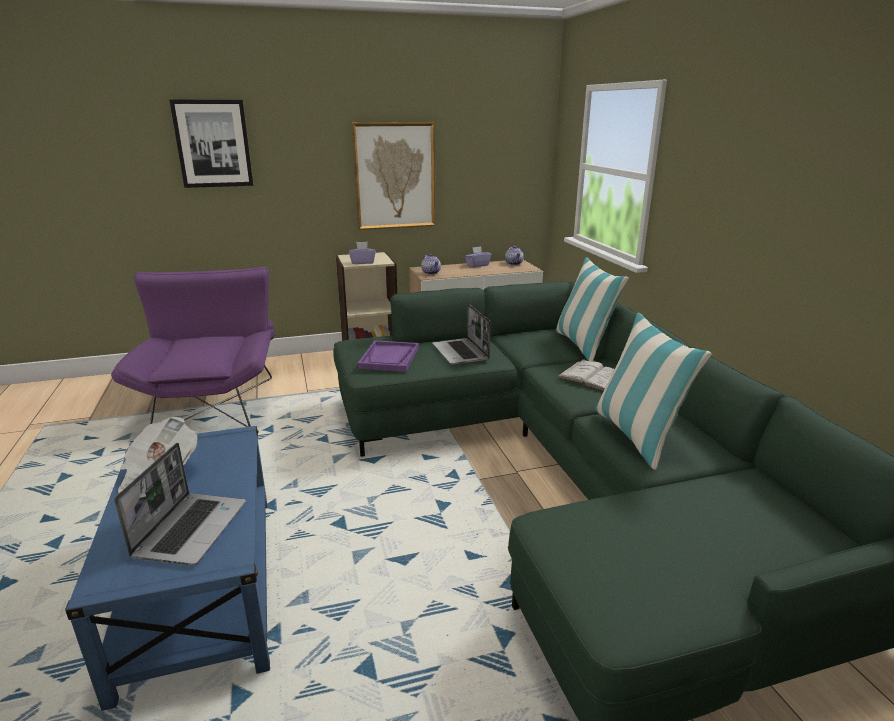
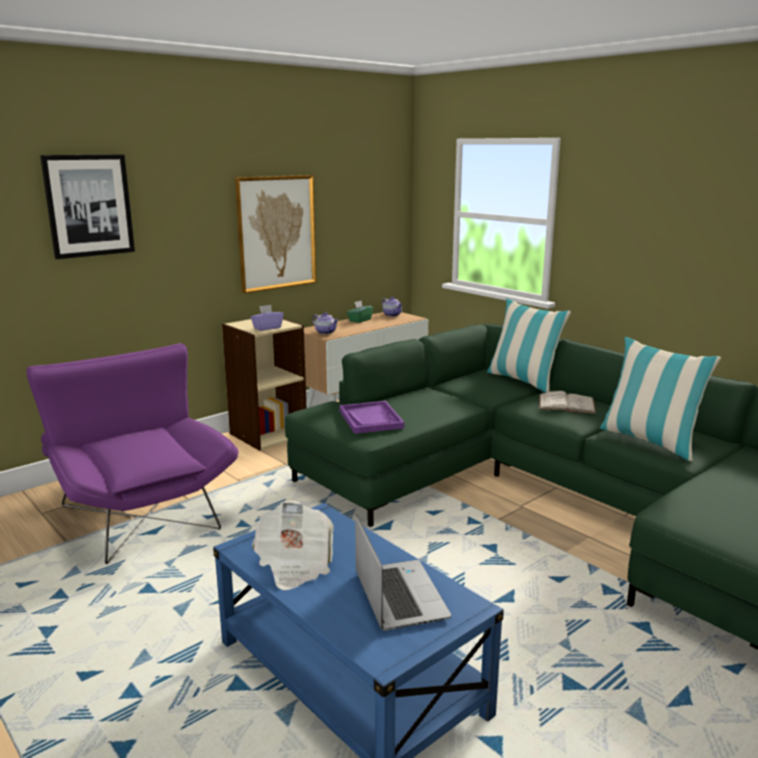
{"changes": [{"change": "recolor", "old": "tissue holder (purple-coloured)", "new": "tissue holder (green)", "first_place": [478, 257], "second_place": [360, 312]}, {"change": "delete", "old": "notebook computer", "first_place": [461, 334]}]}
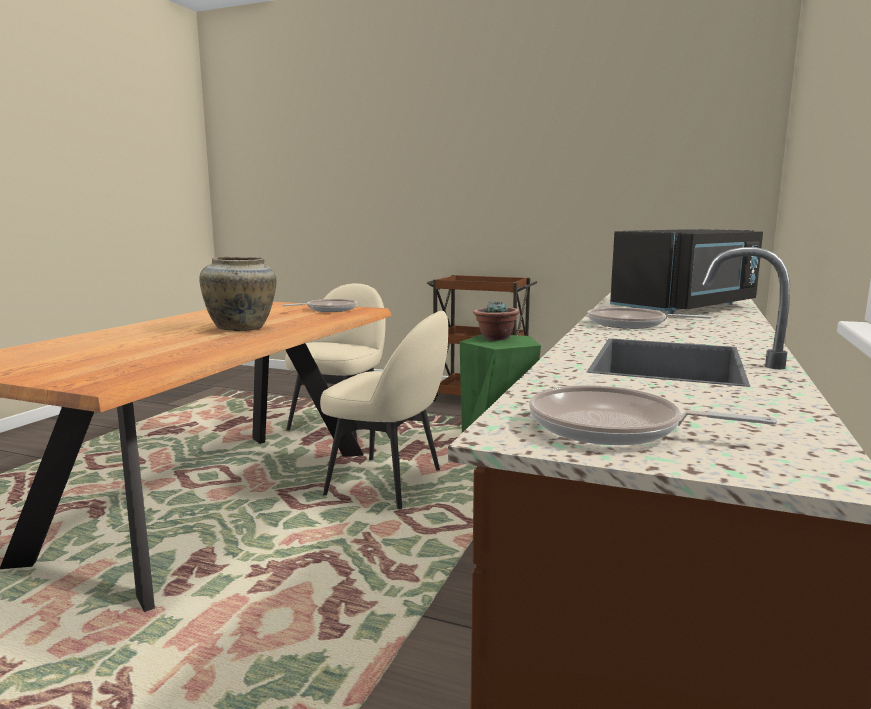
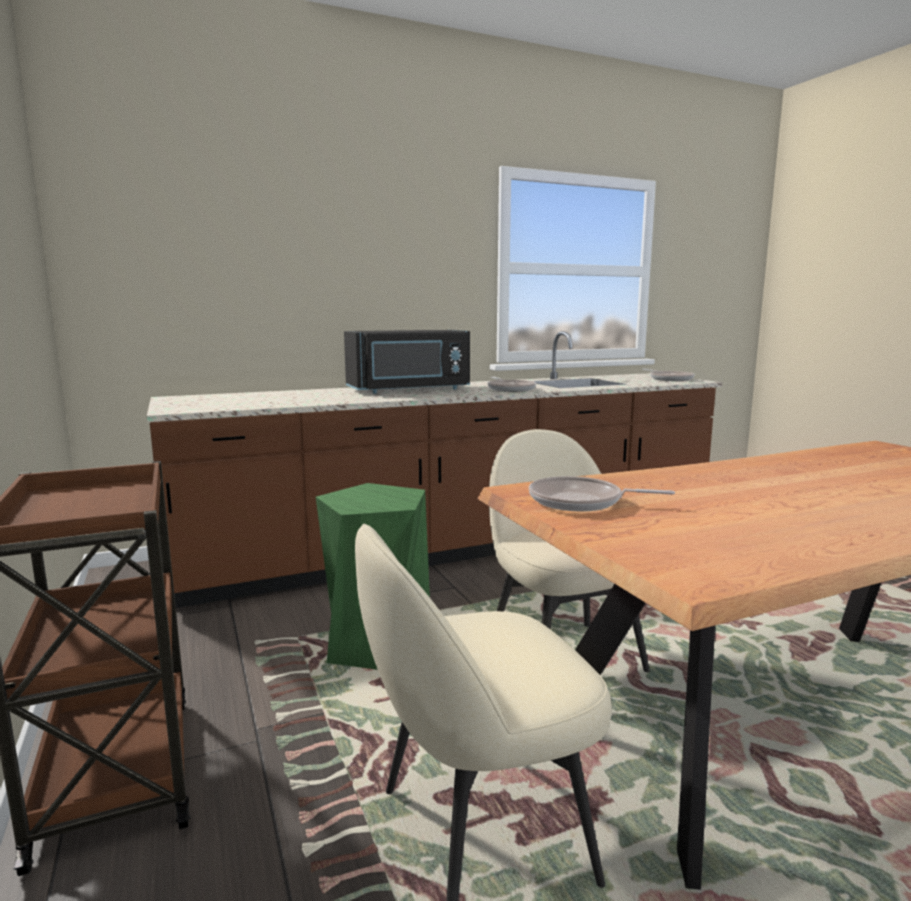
{"changes": [{"change": "rotate", "old": "microwave (black-coloured)", "first_place": [686, 271], "second_place": [407, 362], "degrees": 150}, {"change": "delete", "old": "decorative vase (beige-coloured)", "first_place": [238, 294]}, {"change": "delete", "old": "plant in a pot", "first_place": [496, 321]}]}
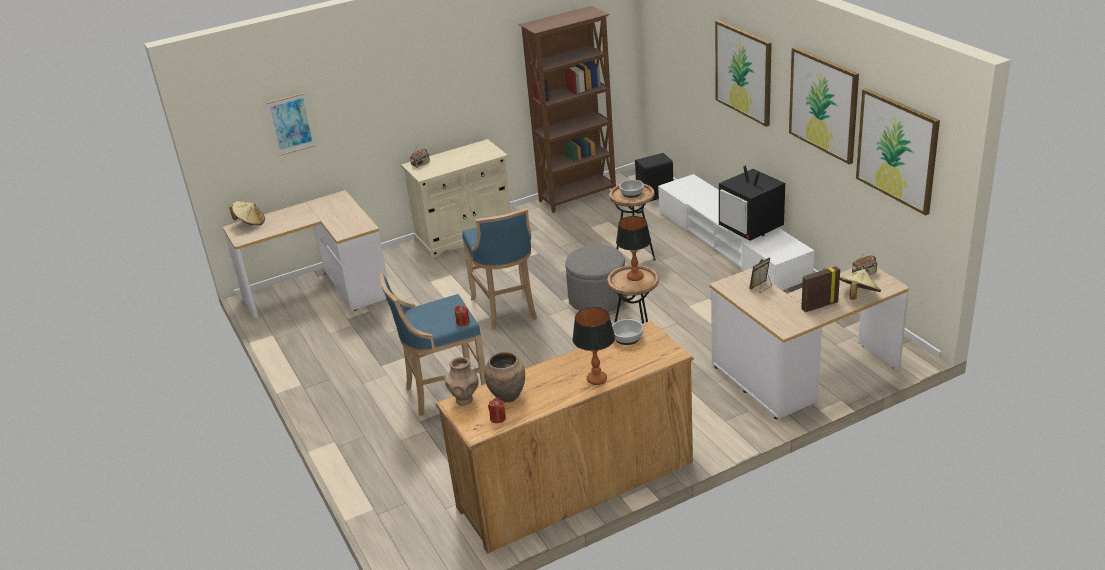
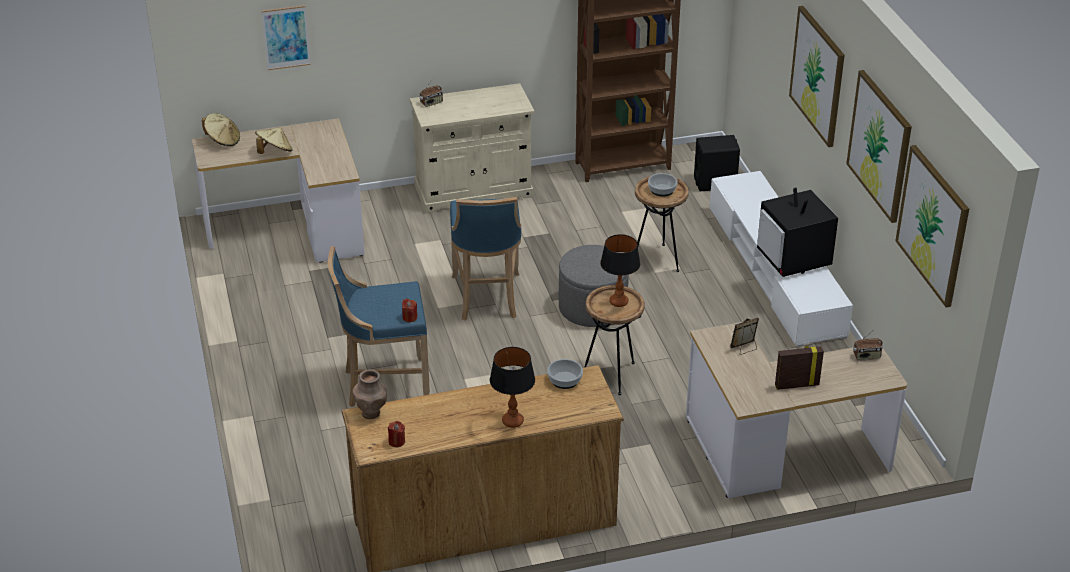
{"changes": [{"change": "move", "old": "wearable hat (beige-coloured)", "first_place": [860, 284], "second_place": [274, 141]}, {"change": "delete", "old": "decorative vase (brown)", "first_place": [504, 377]}]}
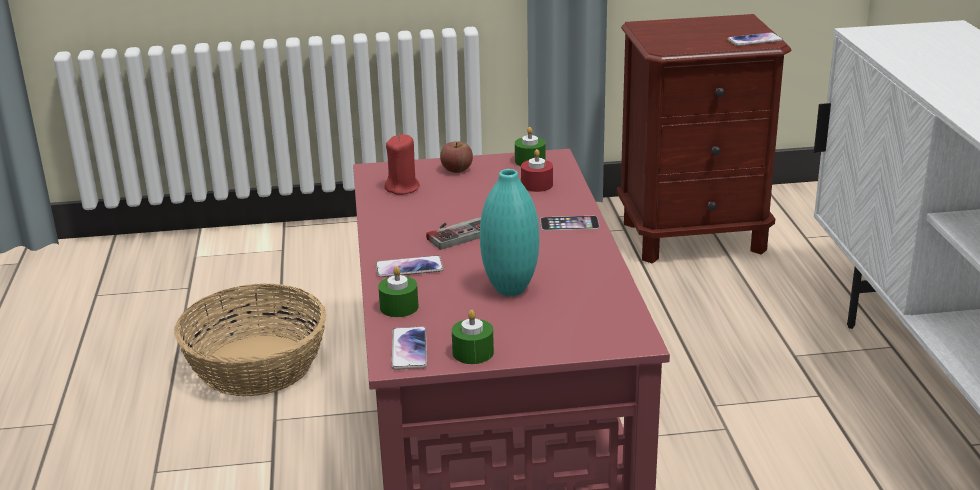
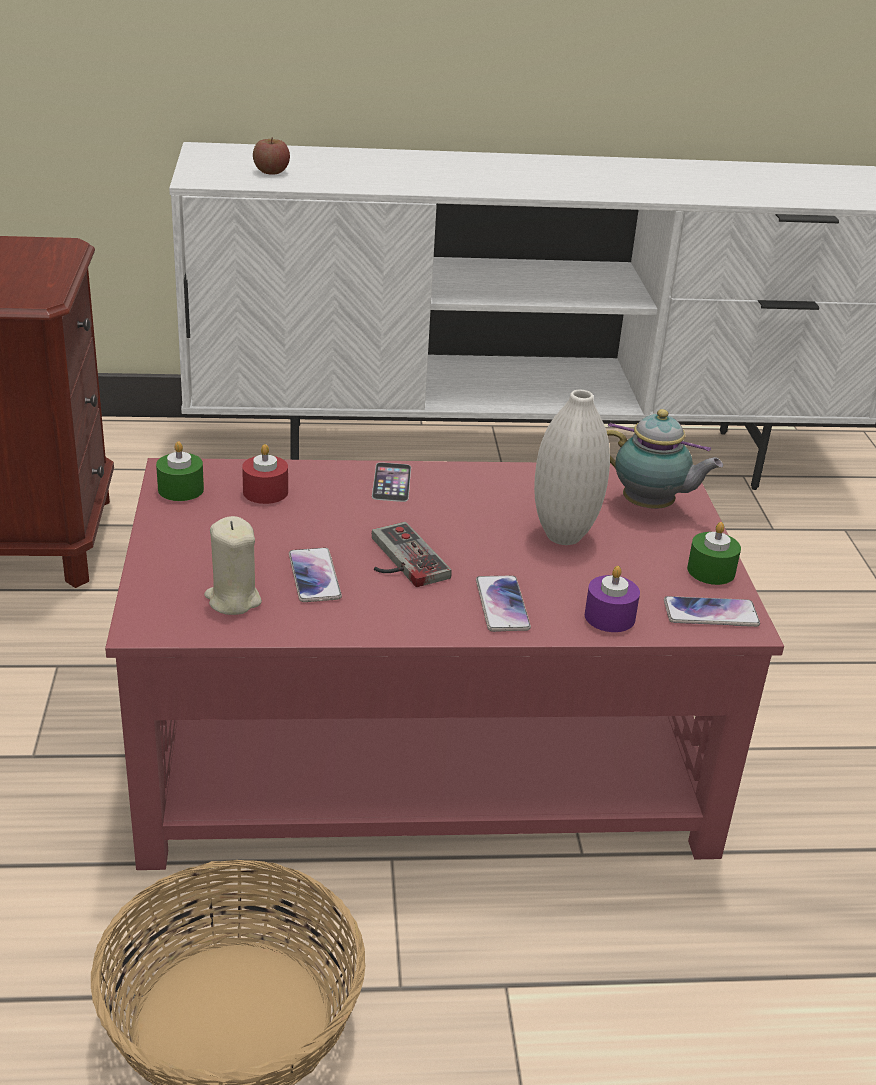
{"changes": [{"change": "move", "old": "telephone", "first_place": [755, 39], "second_place": [315, 575]}, {"change": "recolor", "old": "wax light (red)", "new": "wax light (beige-coloured)", "first_place": [402, 164], "second_place": [233, 565]}, {"change": "move", "old": "whole apple", "first_place": [456, 157], "second_place": [271, 156]}, {"change": "recolor", "old": "decorative vase (blue-green)", "new": "decorative vase (whitish)", "first_place": [509, 232], "second_place": [572, 467]}, {"change": "recolor", "old": "wax light (green)", "new": "wax light (purple-coloured)", "first_place": [398, 291], "second_place": [612, 599]}, {"change": "insert", "new": "pot for tea", "second_place": [665, 459]}]}
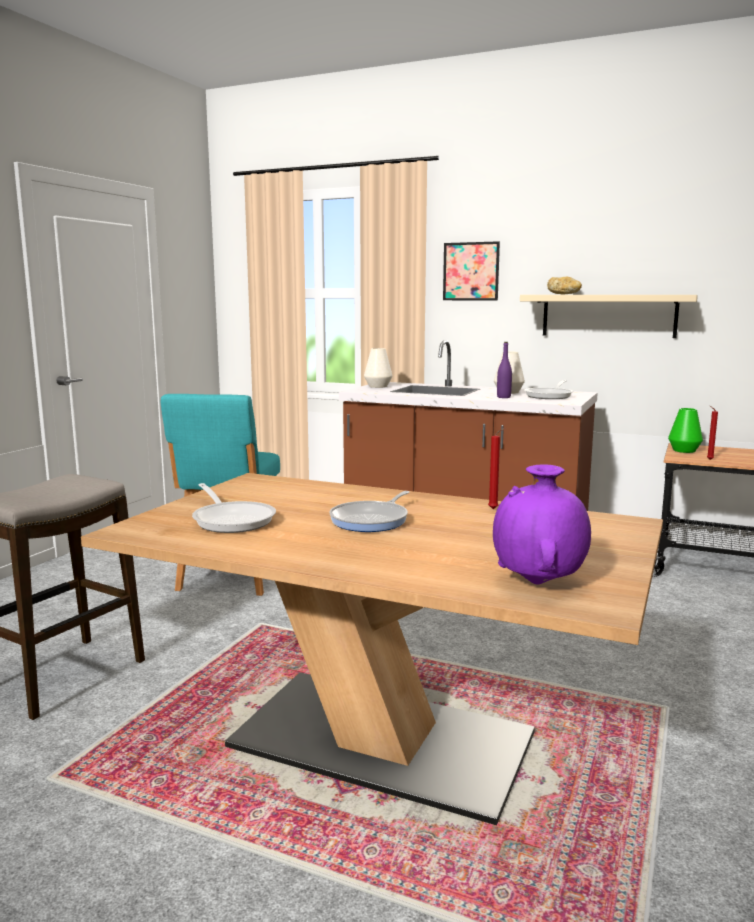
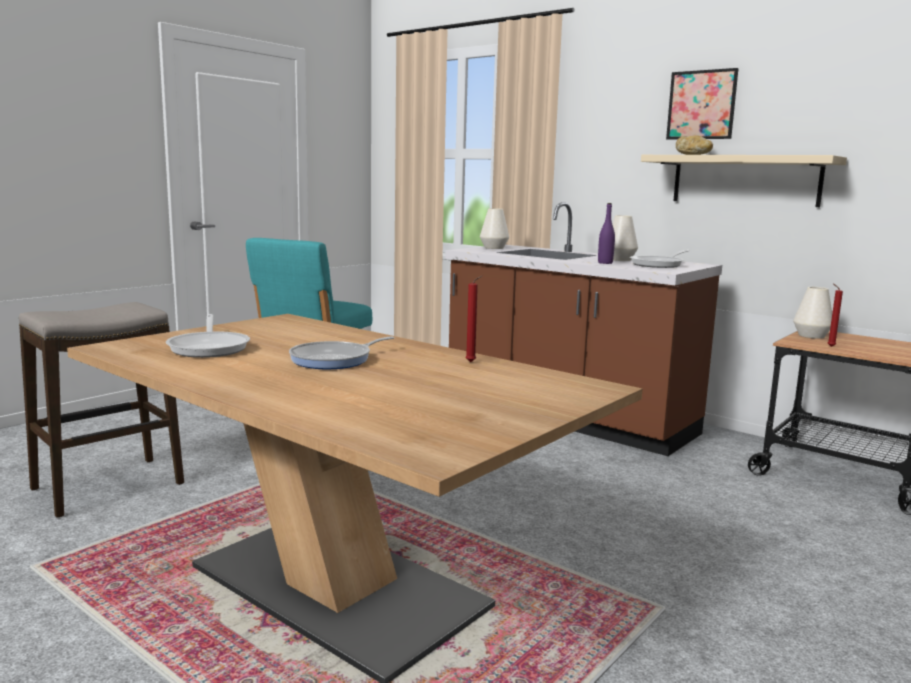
{"changes": [{"change": "move", "old": "picture", "first_place": [471, 270], "second_place": [702, 103]}, {"change": "recolor", "old": "decorative vase (green)", "new": "decorative vase (whitish)", "first_place": [685, 430], "second_place": [812, 313]}, {"change": "delete", "old": "decorative vase (purple-coloured)", "first_place": [542, 525]}]}
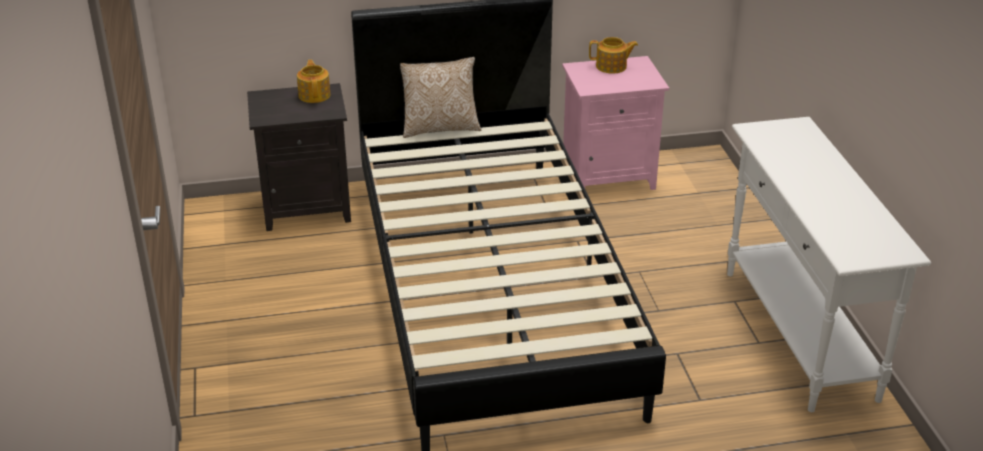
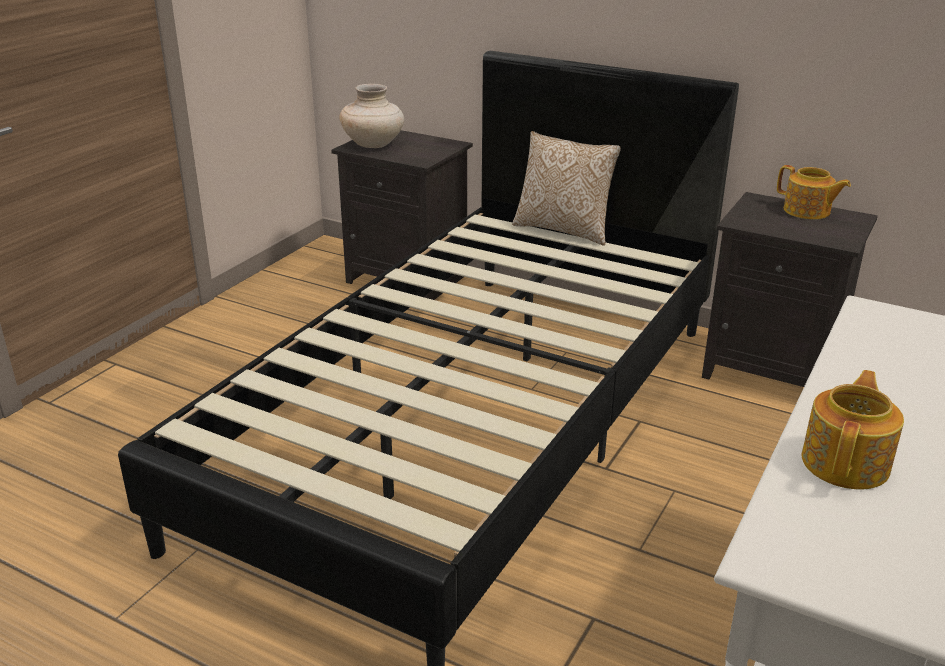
{"changes": [{"change": "recolor", "old": "bedside table (pinkish)", "new": "bedside table (black-coloured)", "first_place": [615, 123], "second_place": [790, 289]}, {"change": "move", "old": "pot for tea", "first_place": [314, 81], "second_place": [852, 430]}, {"change": "insert", "new": "decorative vase (beige-coloured)", "second_place": [372, 116]}]}
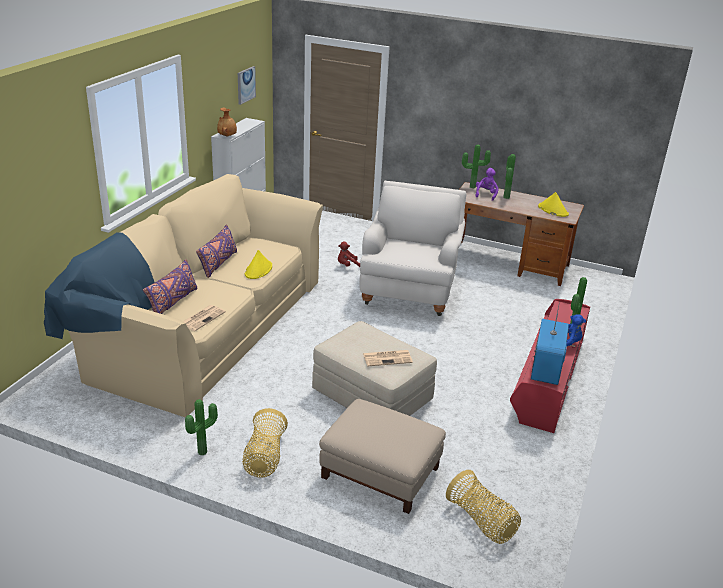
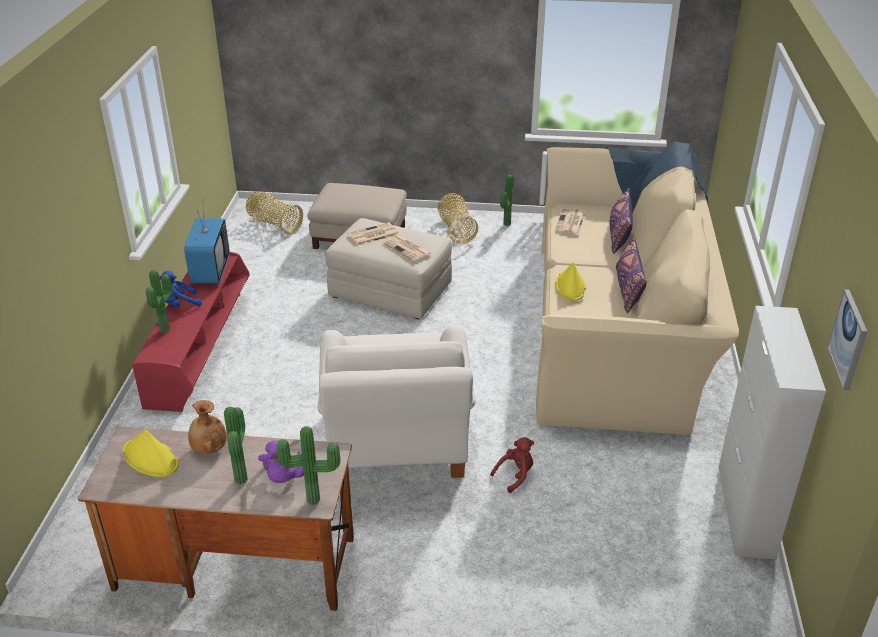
{"changes": [{"change": "move", "old": "decorative vase (brown)", "first_place": [227, 122], "second_place": [207, 427]}, {"change": "insert", "new": "daily paper", "second_place": [407, 248]}]}
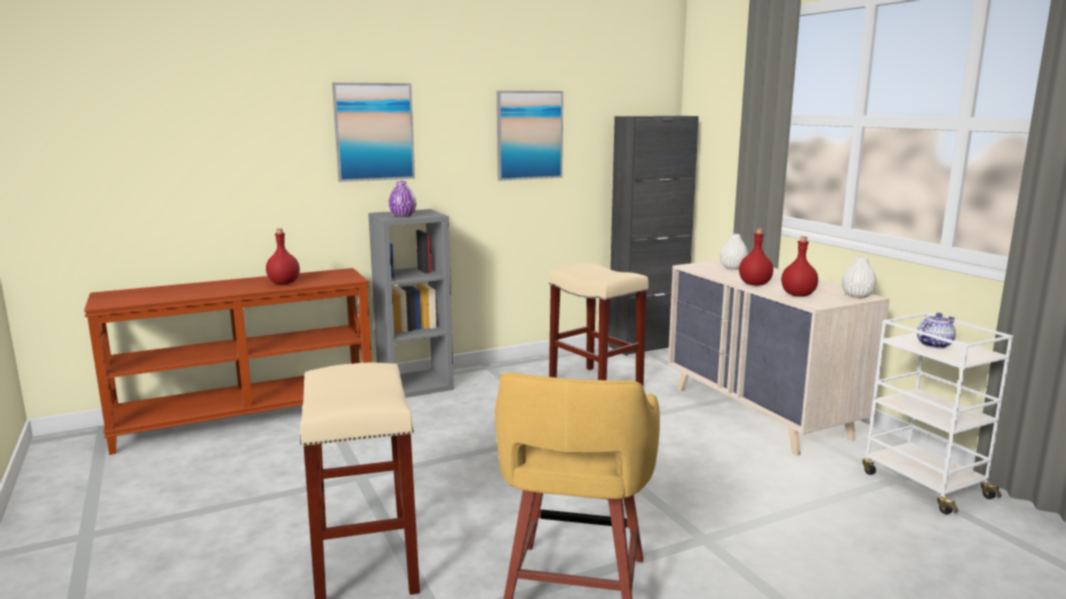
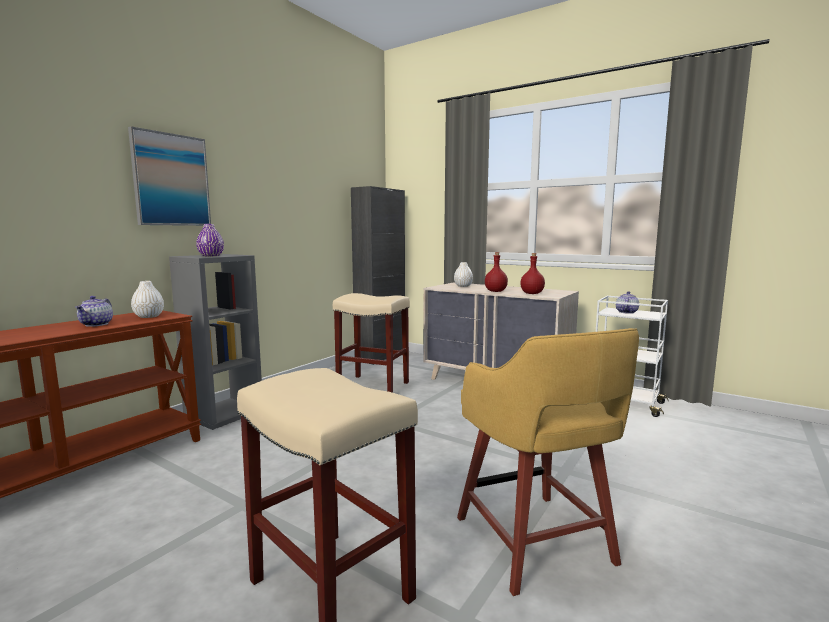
{"changes": [{"change": "delete", "old": "picture", "first_place": [530, 136]}, {"change": "replace", "old": "beverage bottle (red)", "new": "pot for tea", "first_place": [283, 256], "second_place": [94, 311]}, {"change": "move", "old": "decorative vase (whitish)", "first_place": [859, 277], "second_place": [147, 299]}]}
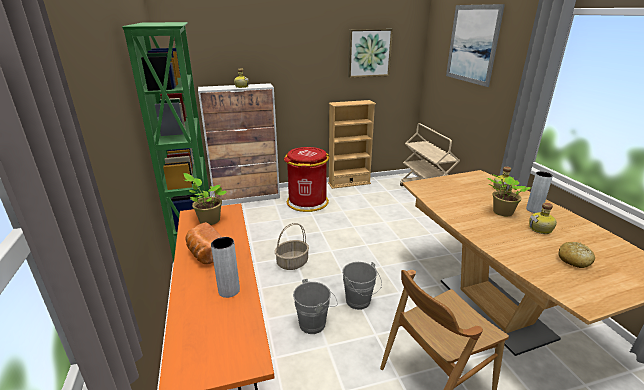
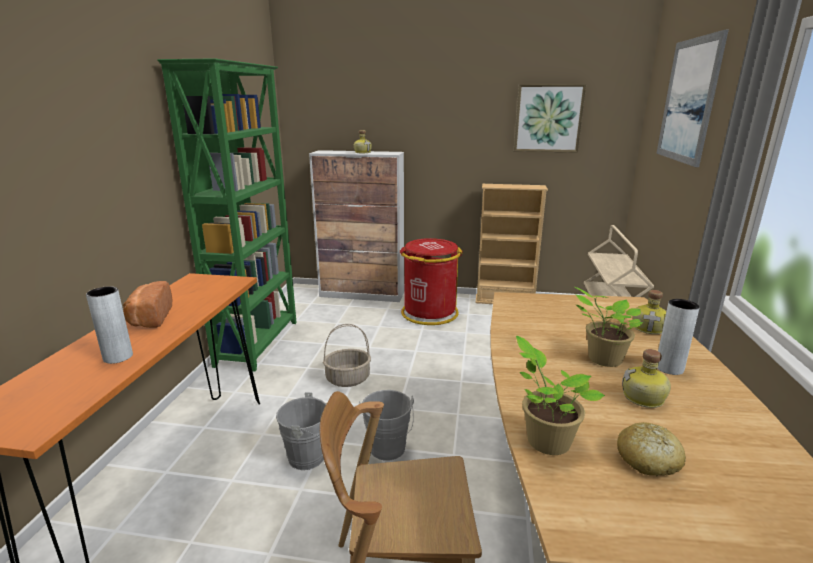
{"changes": [{"change": "move", "old": "plant in a pot", "first_place": [205, 199], "second_place": [560, 395]}]}
